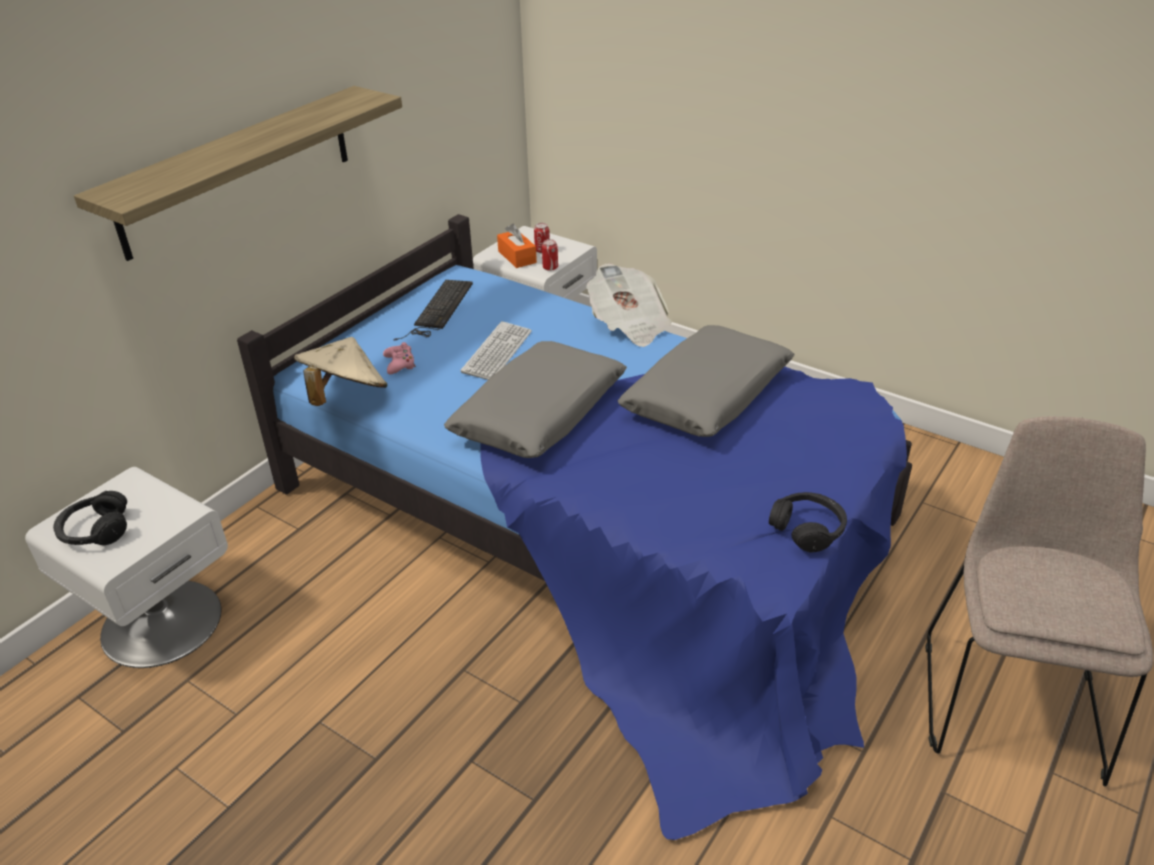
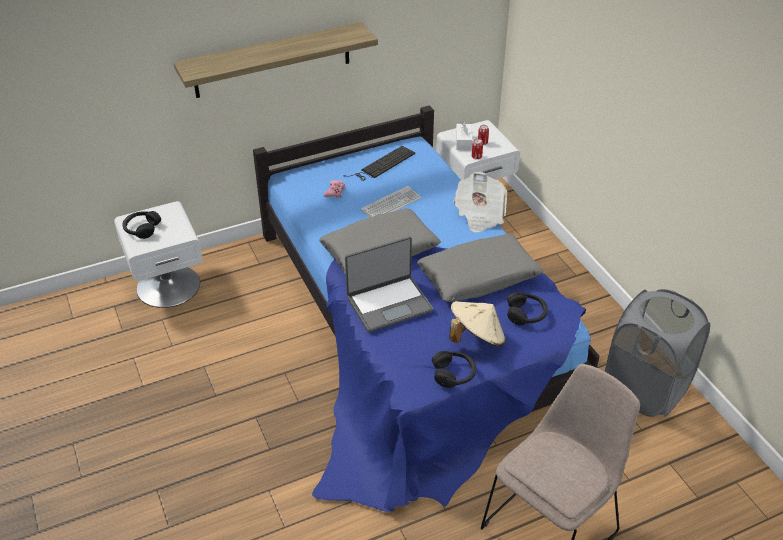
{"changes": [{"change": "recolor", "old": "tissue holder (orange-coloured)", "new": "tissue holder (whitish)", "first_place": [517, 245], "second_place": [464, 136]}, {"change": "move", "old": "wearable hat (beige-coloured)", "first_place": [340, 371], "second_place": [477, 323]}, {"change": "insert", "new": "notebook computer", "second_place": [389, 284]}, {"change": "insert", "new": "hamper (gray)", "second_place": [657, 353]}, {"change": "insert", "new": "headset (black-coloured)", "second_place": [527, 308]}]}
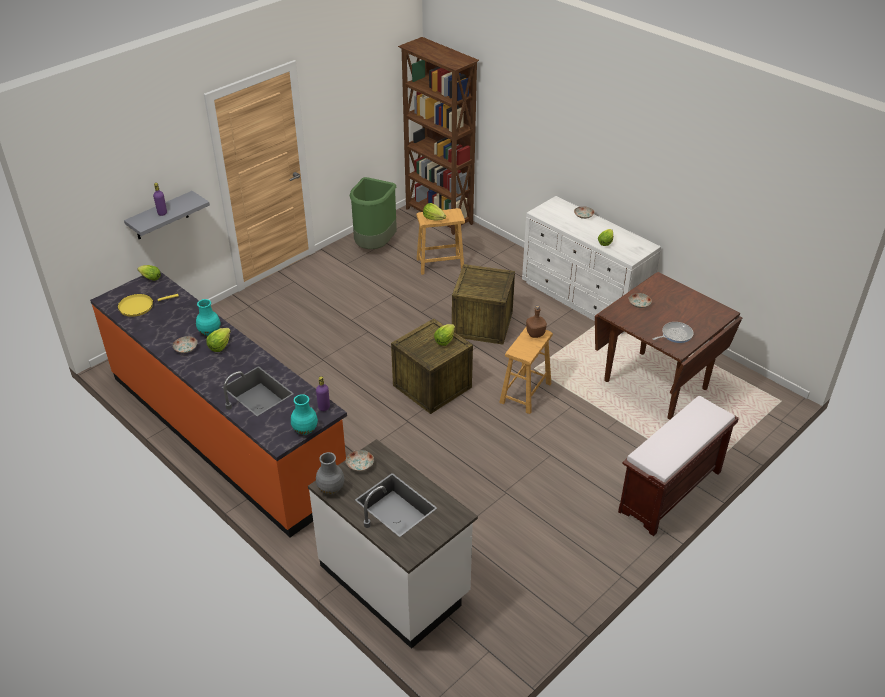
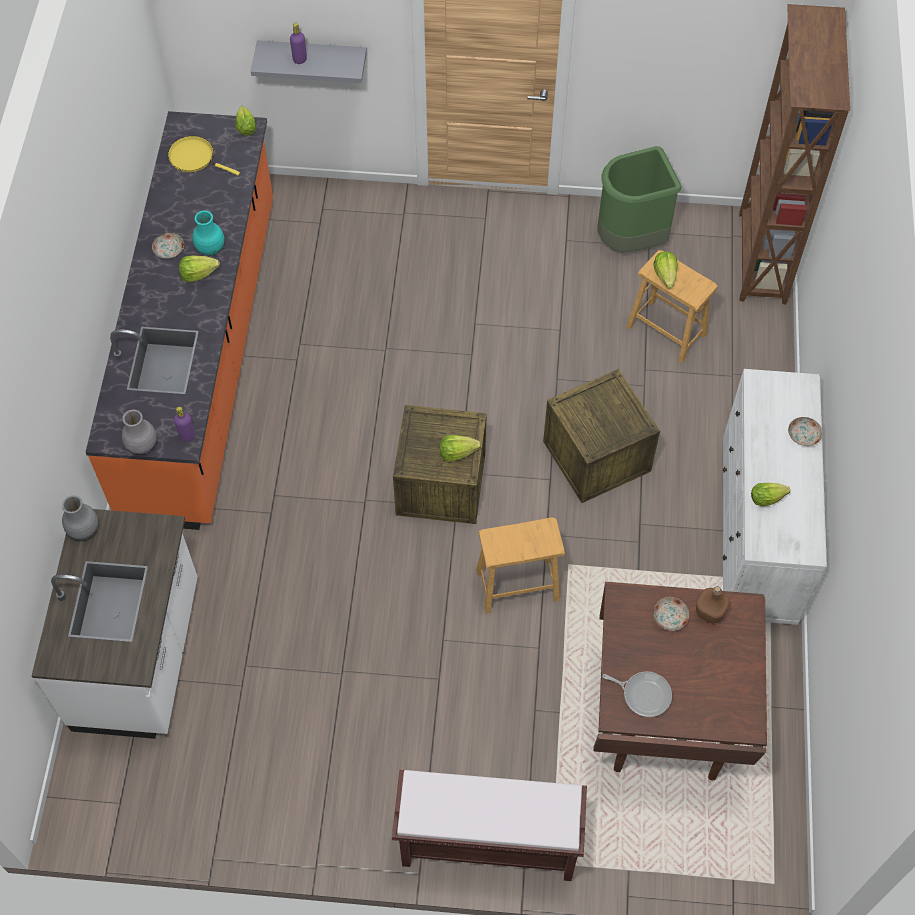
{"changes": [{"change": "move", "old": "beverage bottle (brown)", "first_place": [536, 322], "second_place": [713, 604]}, {"change": "recolor", "old": "decorative vase (blue-green)", "new": "decorative vase (gray)", "first_place": [304, 414], "second_place": [139, 432]}, {"change": "delete", "old": "plate", "first_place": [360, 460]}]}
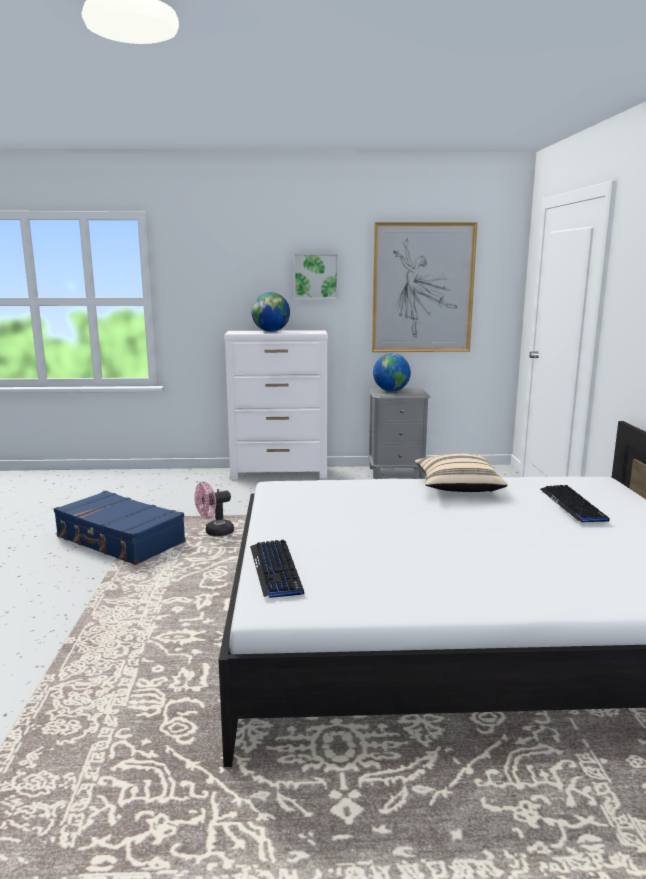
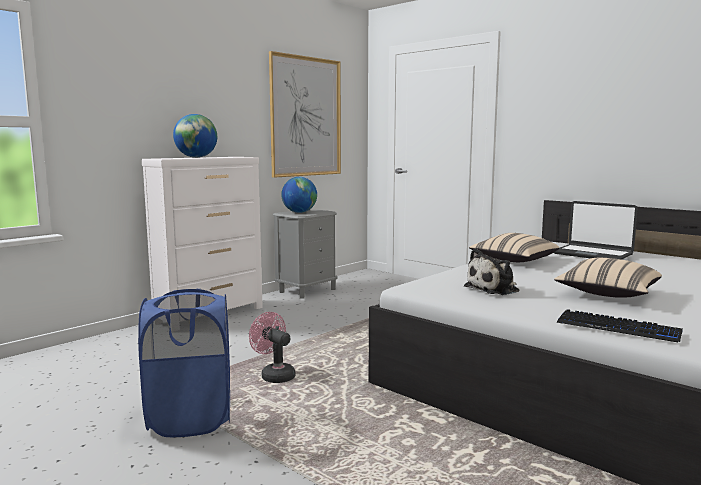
{"changes": [{"change": "delete", "old": "picture", "first_place": [316, 276]}, {"change": "rotate", "old": "cooling fan (pinkish)", "first_place": [214, 509], "second_place": [272, 347], "degrees": 120}, {"change": "replace", "old": "PC keyboard", "new": "notebook computer", "first_place": [575, 503], "second_place": [596, 230]}, {"change": "replace", "old": "travel case (blue)", "new": "hamper (blue)", "first_place": [120, 528], "second_place": [184, 363]}, {"change": "insert", "new": "cuddly toy", "second_place": [491, 272]}, {"change": "insert", "new": "pillow (beige-coloured)", "second_place": [608, 278]}]}
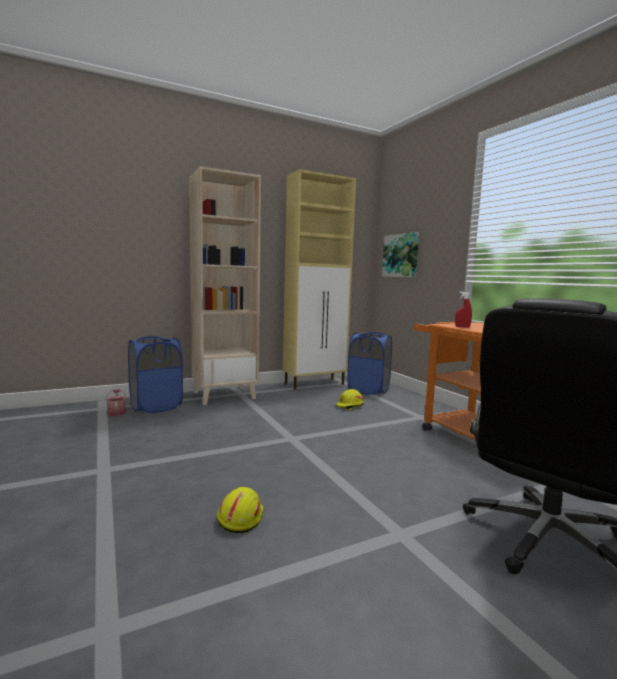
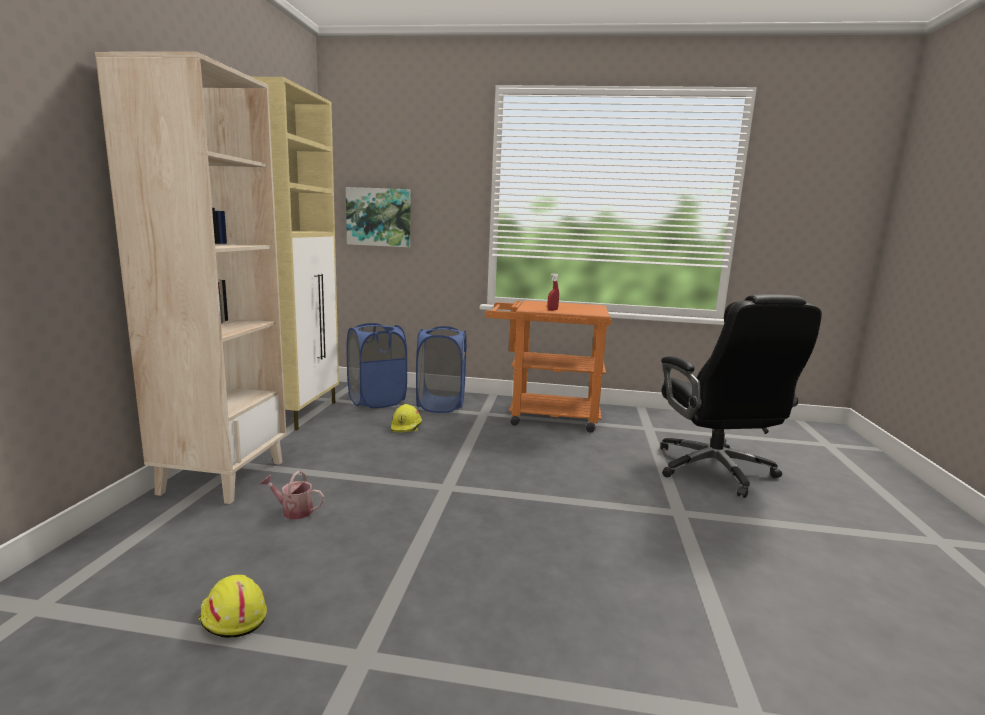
{"changes": [{"change": "move", "old": "hamper (blue)", "first_place": [155, 374], "second_place": [441, 369]}, {"change": "move", "old": "sprinkling can", "first_place": [116, 402], "second_place": [292, 495]}, {"change": "move", "old": "work helmet (yellow-coloured)", "first_place": [240, 510], "second_place": [232, 606]}]}
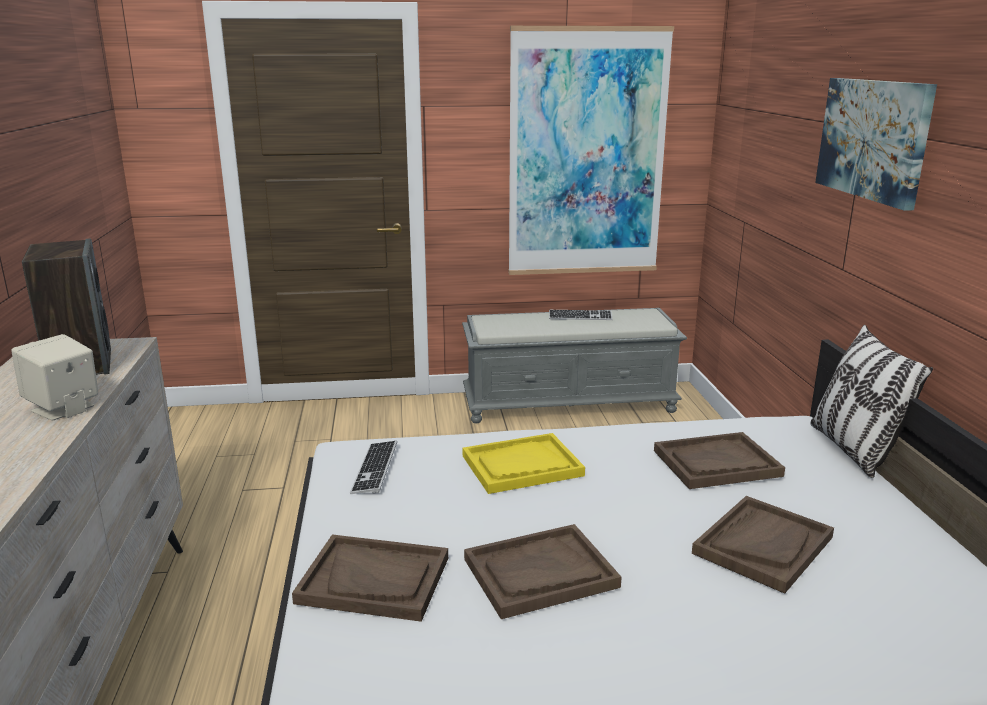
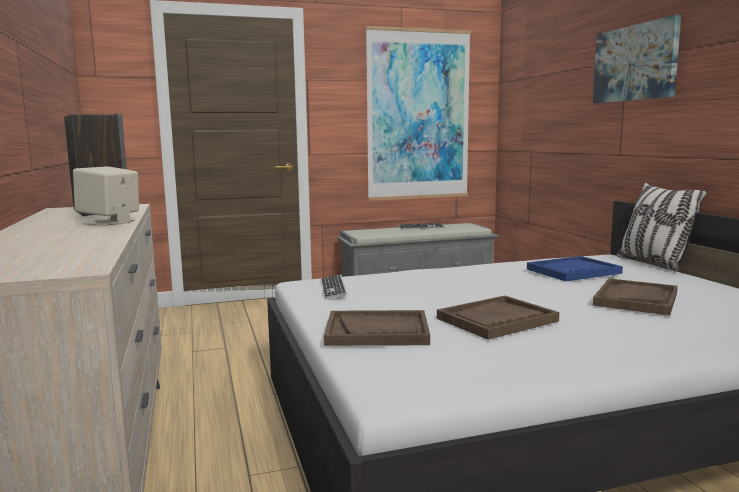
{"changes": [{"change": "recolor", "old": "carrying tray (brown)", "new": "carrying tray (blue)", "first_place": [719, 460], "second_place": [575, 268]}, {"change": "delete", "old": "carrying tray (yellow-coloured)", "first_place": [524, 463]}]}
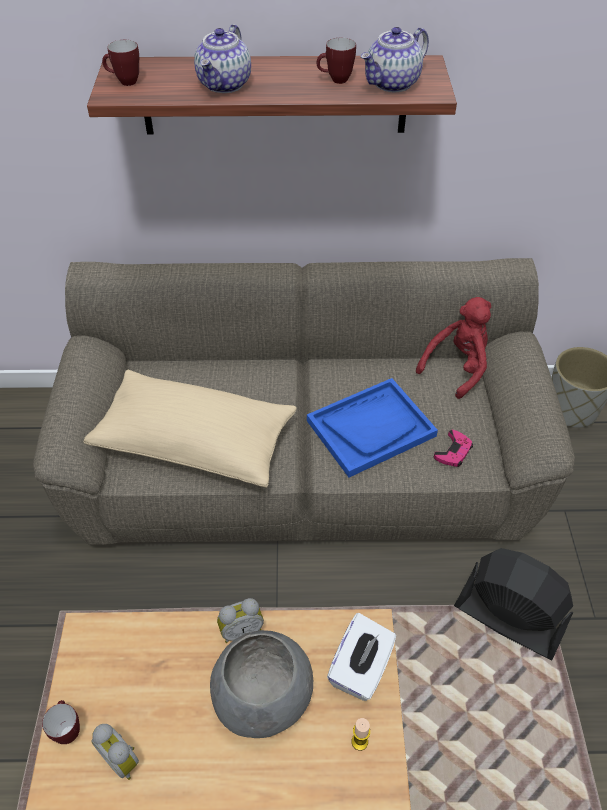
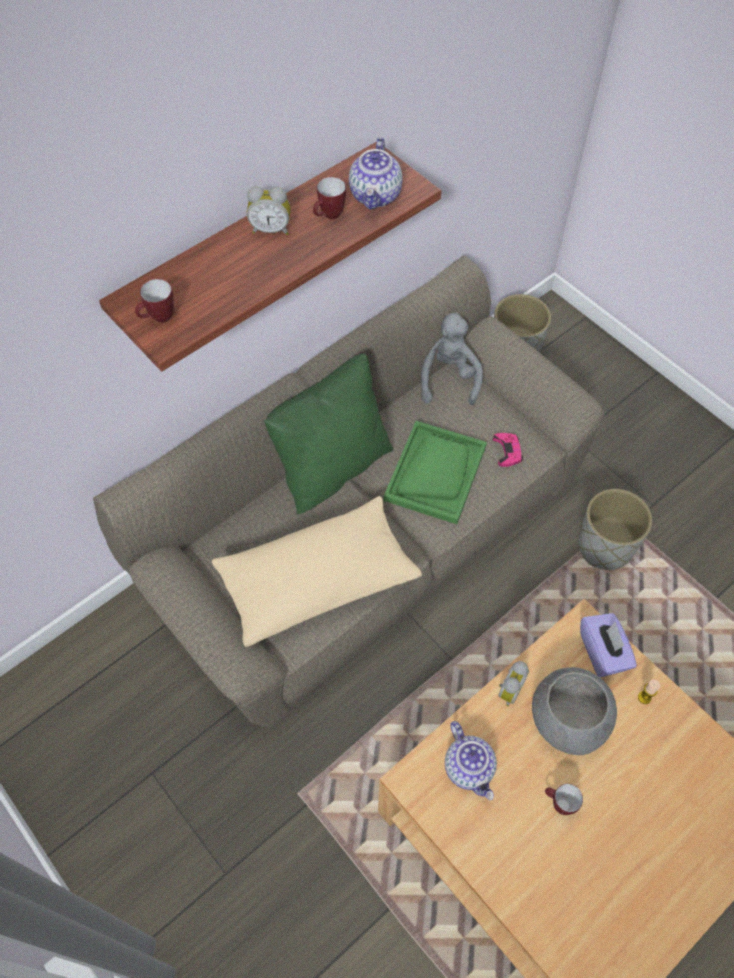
{"changes": [{"change": "move", "old": "pot for tea", "first_place": [222, 58], "second_place": [471, 760]}, {"change": "recolor", "old": "cuddly toy (red)", "new": "cuddly toy (gray)", "first_place": [453, 348], "second_place": [452, 358]}, {"change": "recolor", "old": "carrying tray (blue)", "new": "carrying tray (green)", "first_place": [372, 427], "second_place": [435, 472]}, {"change": "replace", "old": "cooling fan (black-coloured)", "new": "planter (gray)", "first_place": [513, 604], "second_place": [615, 529]}, {"change": "recolor", "old": "tissue holder (whitish)", "new": "tissue holder (purple-coloured)", "first_place": [361, 657], "second_place": [608, 645]}, {"change": "move", "old": "mug", "first_place": [61, 722], "second_place": [564, 799]}, {"change": "move", "old": "alarm clock", "first_place": [115, 752], "second_place": [268, 210]}, {"change": "insert", "new": "pillow (green)", "second_place": [329, 433]}]}
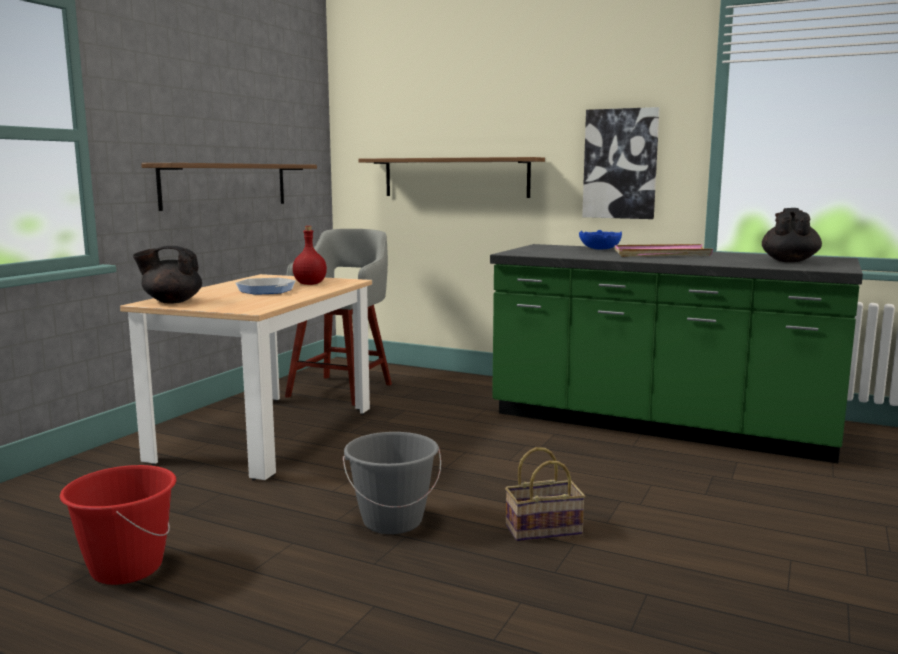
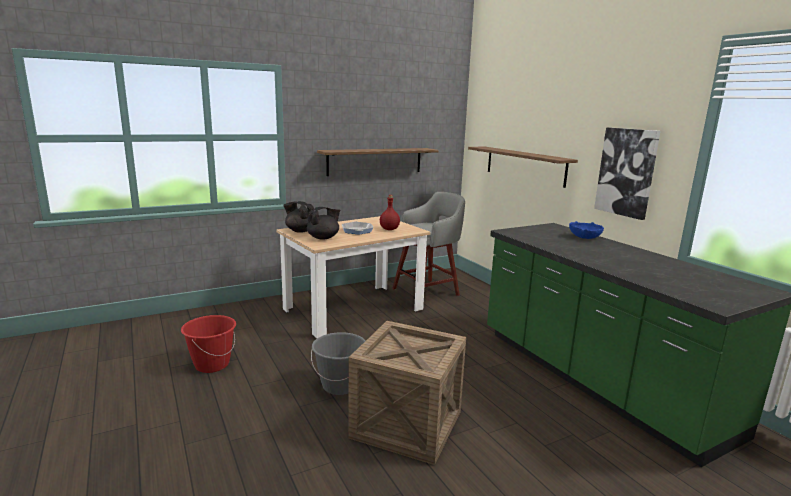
{"changes": [{"change": "move", "old": "pot for tea (black-coloured)", "first_place": [792, 235], "second_place": [323, 223]}, {"change": "delete", "old": "carrying tray (pinkish)", "first_place": [664, 250]}, {"change": "replace", "old": "household basket", "new": "crate", "first_place": [545, 494], "second_place": [407, 393]}]}
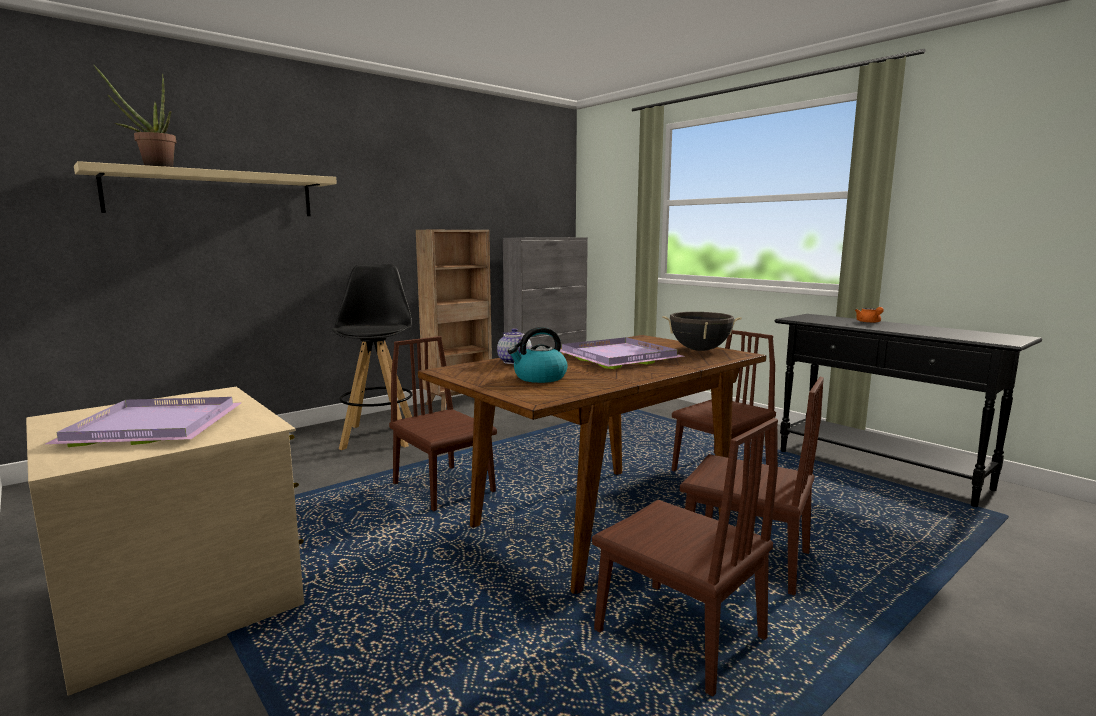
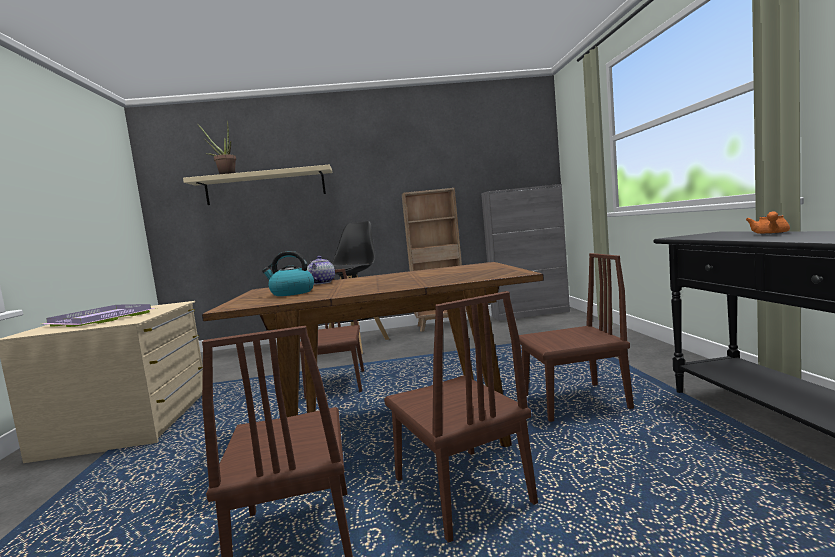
{"changes": [{"change": "delete", "old": "stockpot (black-coloured)", "first_place": [702, 331]}, {"change": "delete", "old": "carrying tray (purple-coloured)", "first_place": [622, 353]}]}
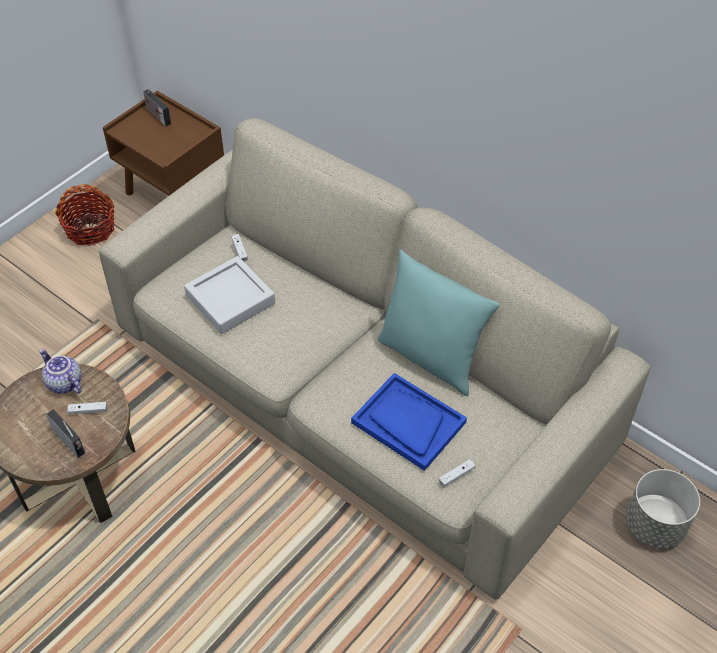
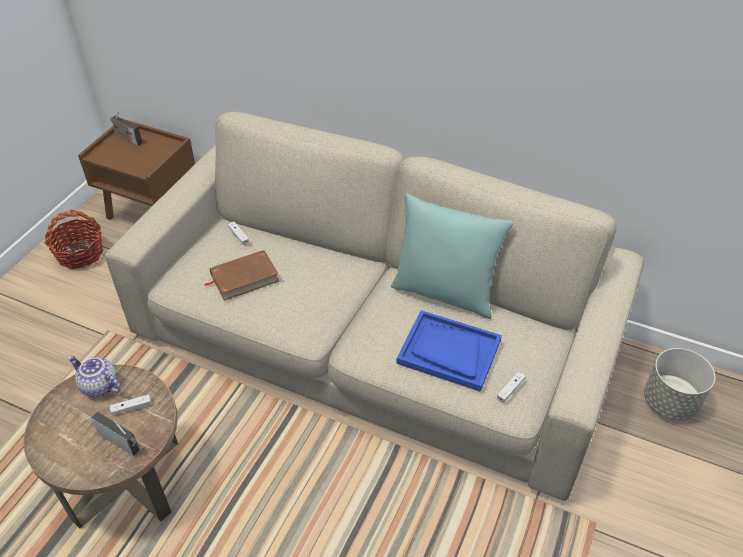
{"changes": [{"change": "replace", "old": "carrying tray (gray)", "new": "book (brown)", "first_place": [229, 295], "second_place": [241, 275]}]}
